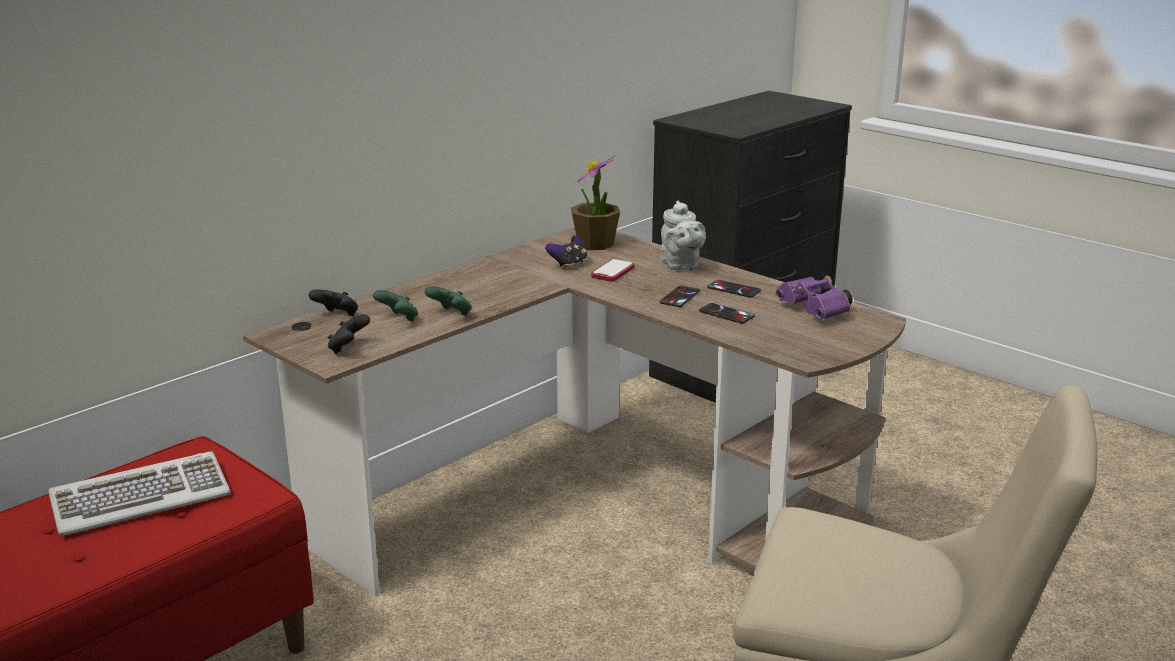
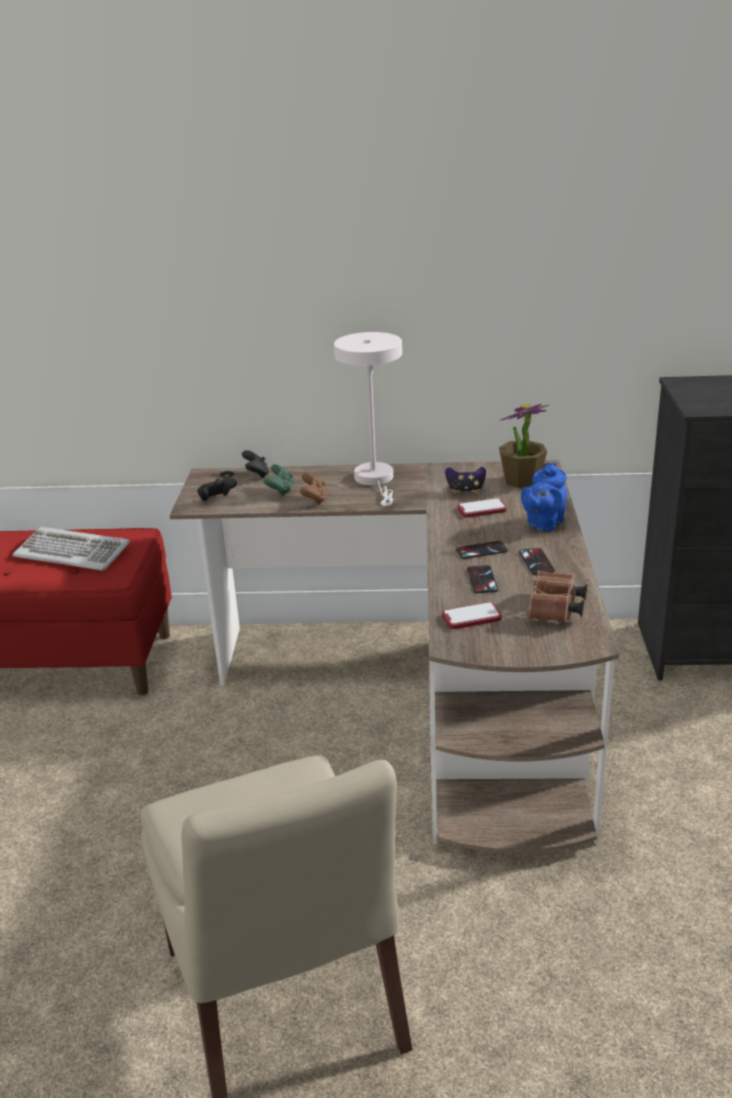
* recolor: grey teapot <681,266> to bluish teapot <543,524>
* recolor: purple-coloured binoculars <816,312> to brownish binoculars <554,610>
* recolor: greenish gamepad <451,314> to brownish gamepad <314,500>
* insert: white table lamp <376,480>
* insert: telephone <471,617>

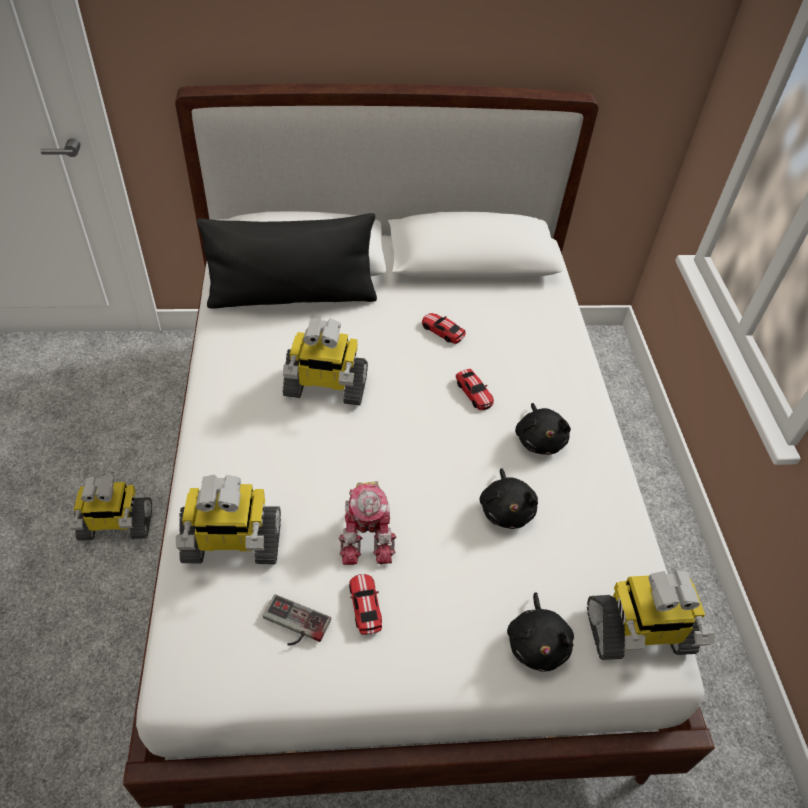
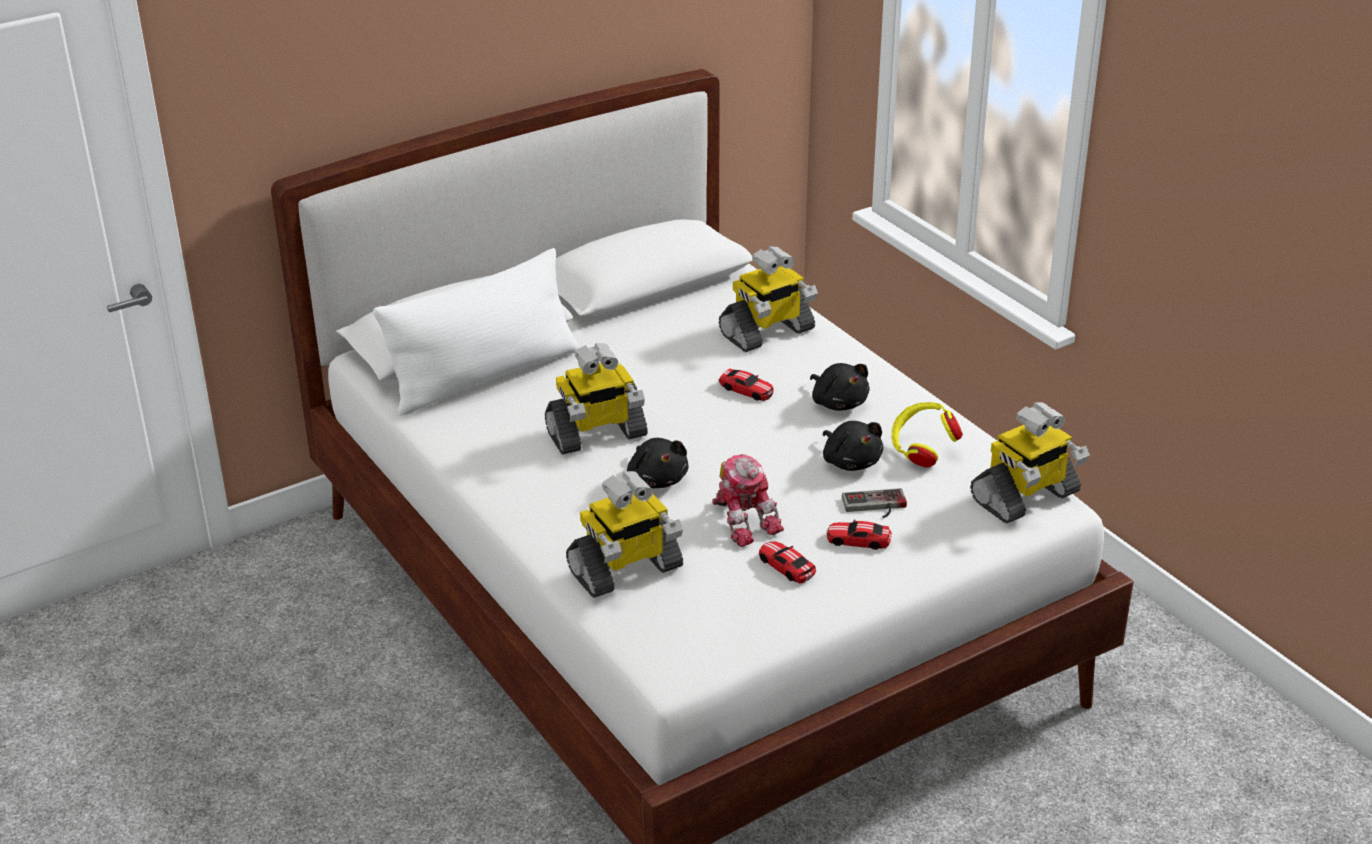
* recolor: blackish cushion <292,297> to white cushion <484,376>
* move: toy car <442,331> to <858,540>
* move: model robot <115,525> to <767,333>
* move: blackish soft toy <537,643> to <657,479>
* move: gamepad <293,625> to <875,507>
* insert: yellow-coloured pair of headphones <922,452>

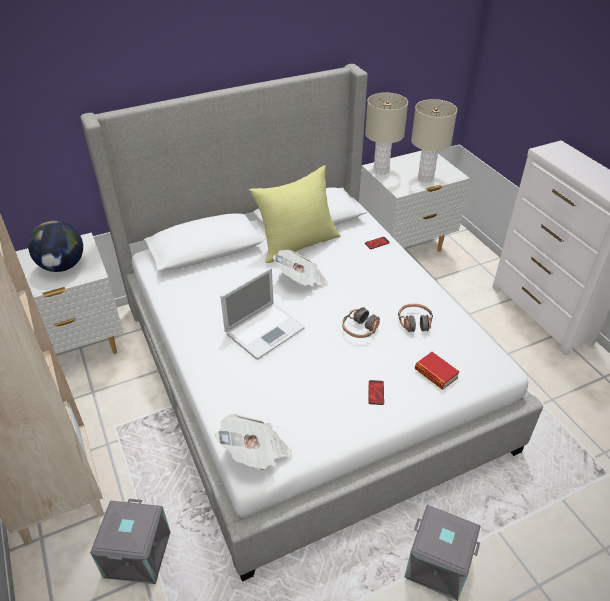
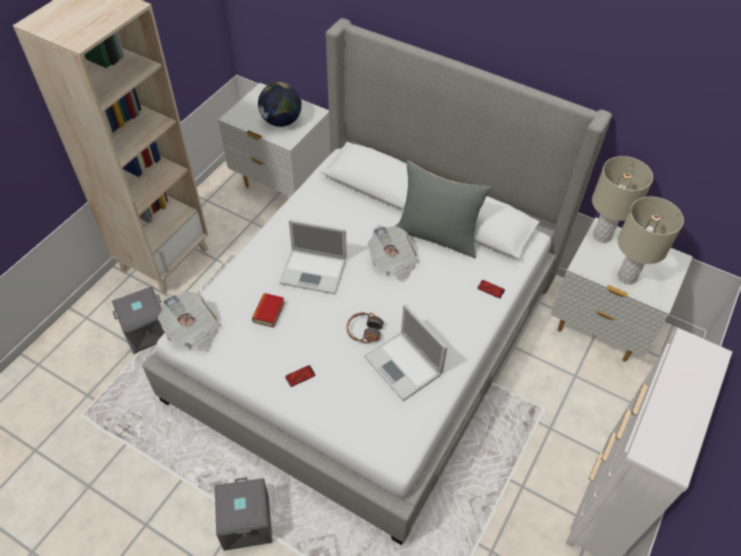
* recolor: yellow-coloured cushion <297,244> to grey cushion <438,235>
* replace: pair of headphones <414,322> to laptop <404,366>
* move: bound book <436,373> to <268,312>

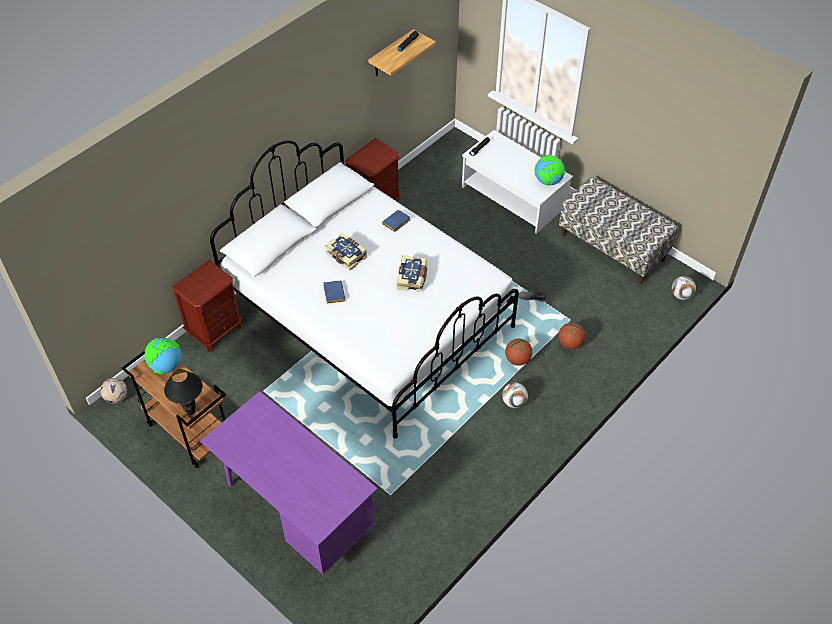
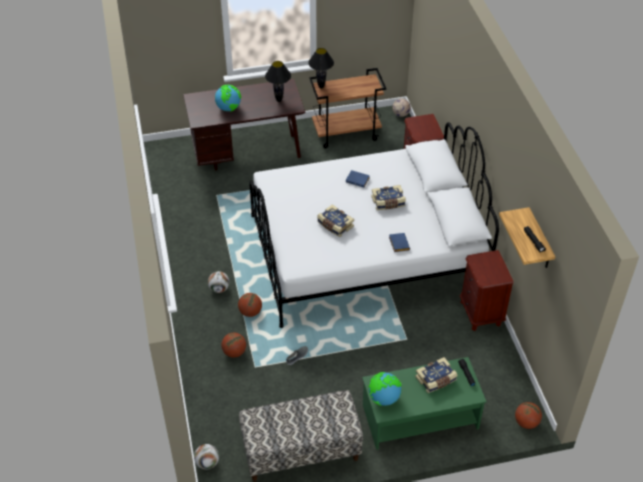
* recolor: white coffee table <513,196> to greenish coffee table <420,416>
* move: desk globe <166,366> to <229,108>
* recolor: purple-coloured desk <296,511> to brownish desk <247,153>
* insert: blackish table lamp <279,100>
* insert: bound book <436,380>
* insert: basketball ball <526,422>

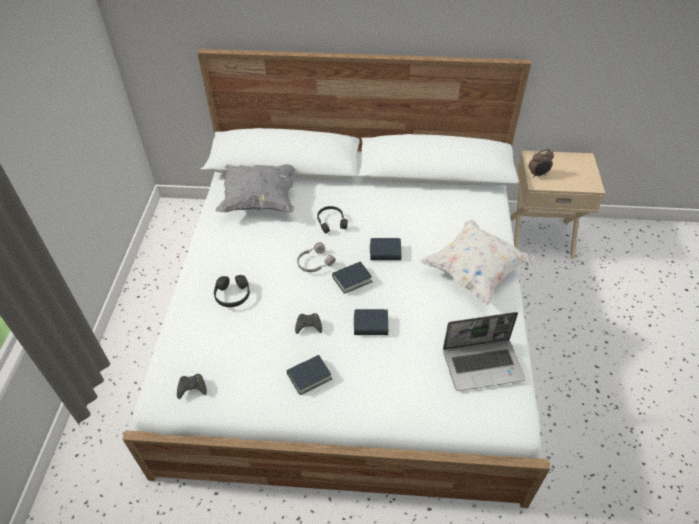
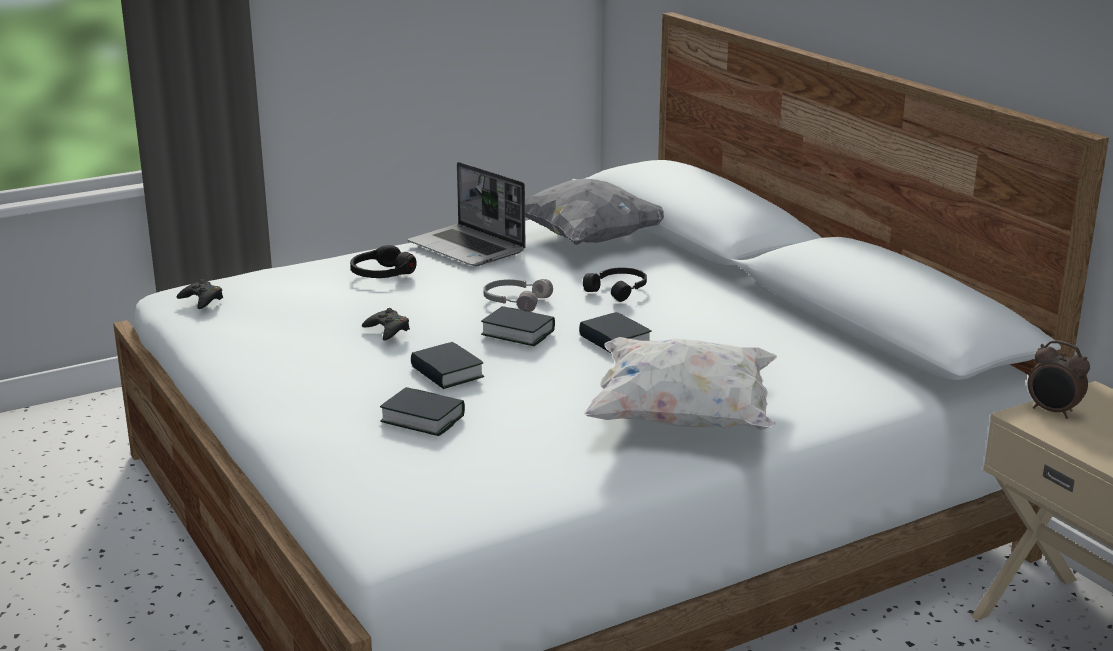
* move: laptop <483,364> to <468,248>
* move: bound book <309,376> to <422,419>

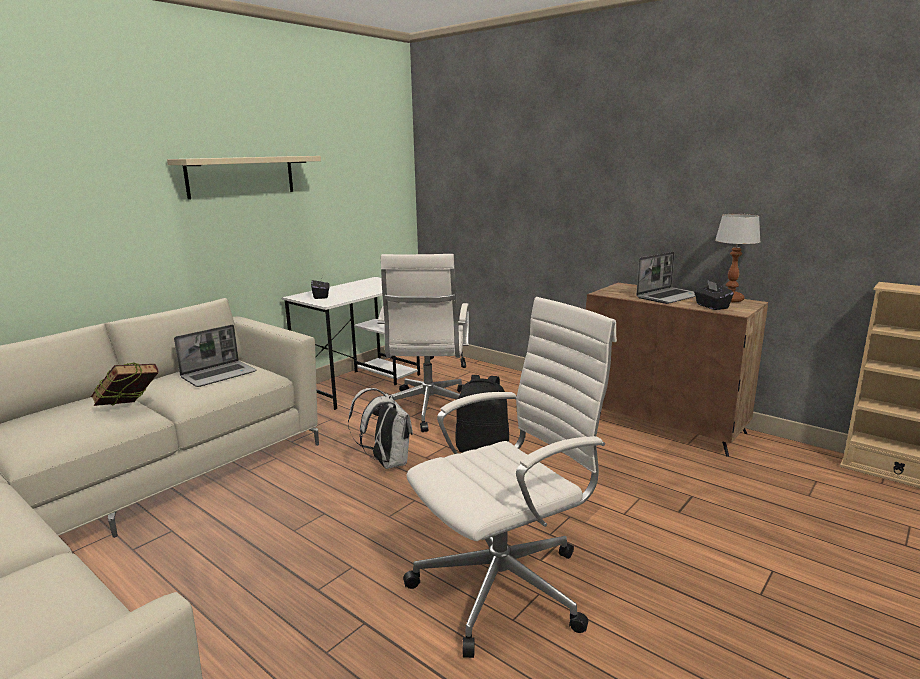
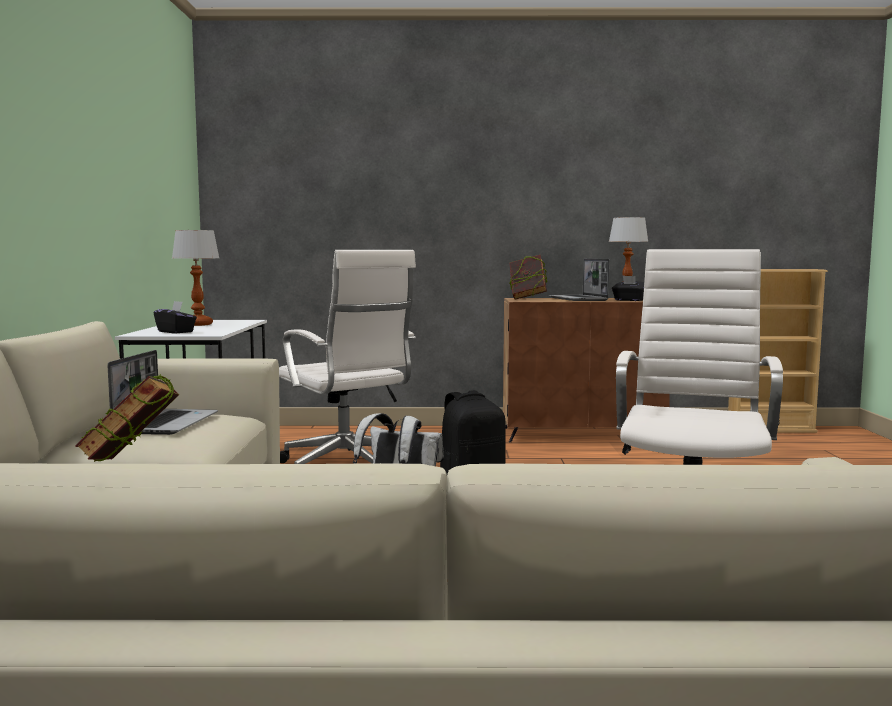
* delete: sand-coloured wall shelf <241,176>
* rotate: laptop <669,297> = <579,299> 150 degrees clockwise
* insert: table lamp <198,324>
* insert: bound book <527,299>

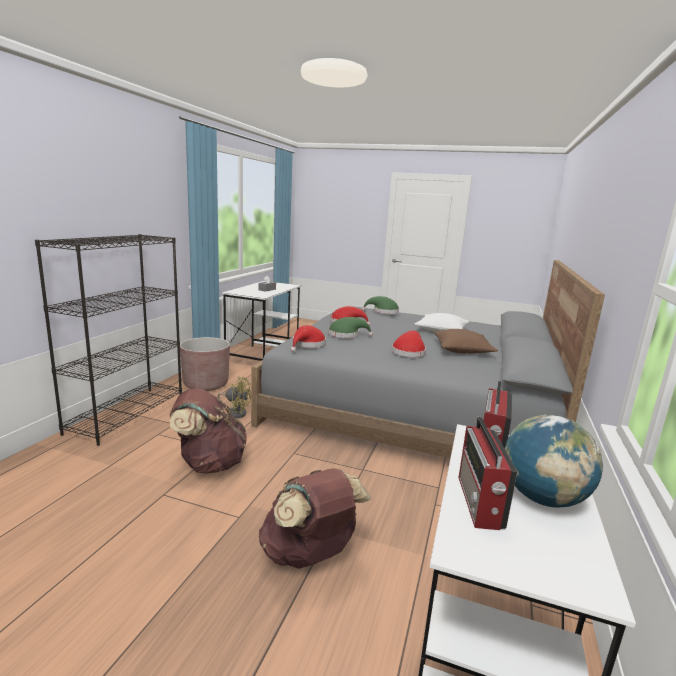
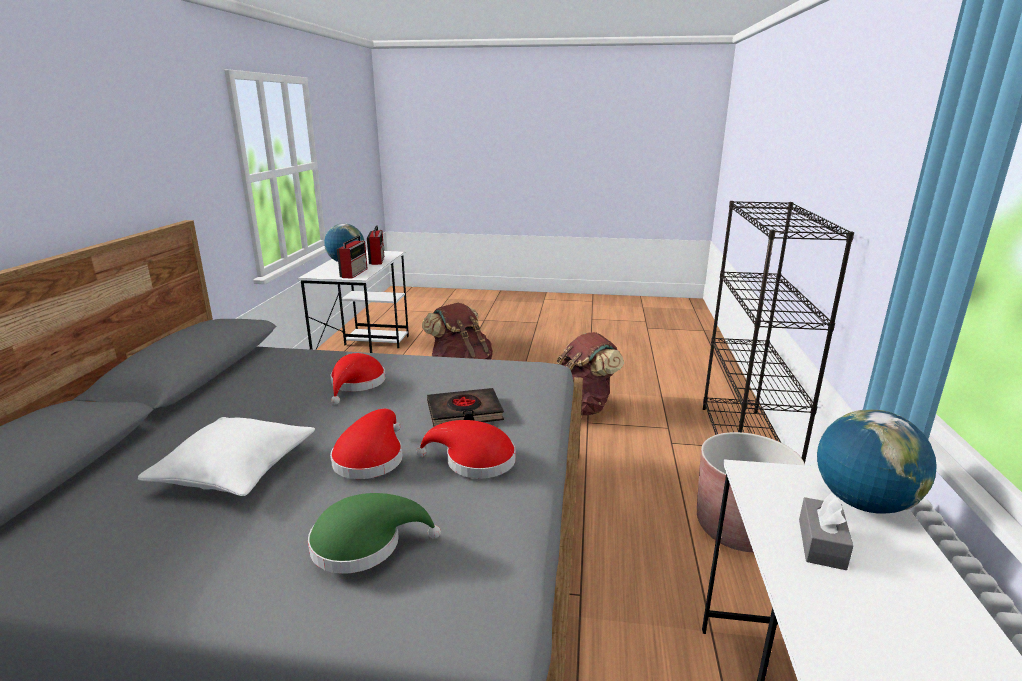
* replace: greenish hat <346,335> to blackish bound book <464,413>
* move: red hat <307,345> to <370,457>
* delete: brownish cushion <462,350>
* delete: yellow-coloured electric fan <235,412>
* insert: desk globe <862,503>

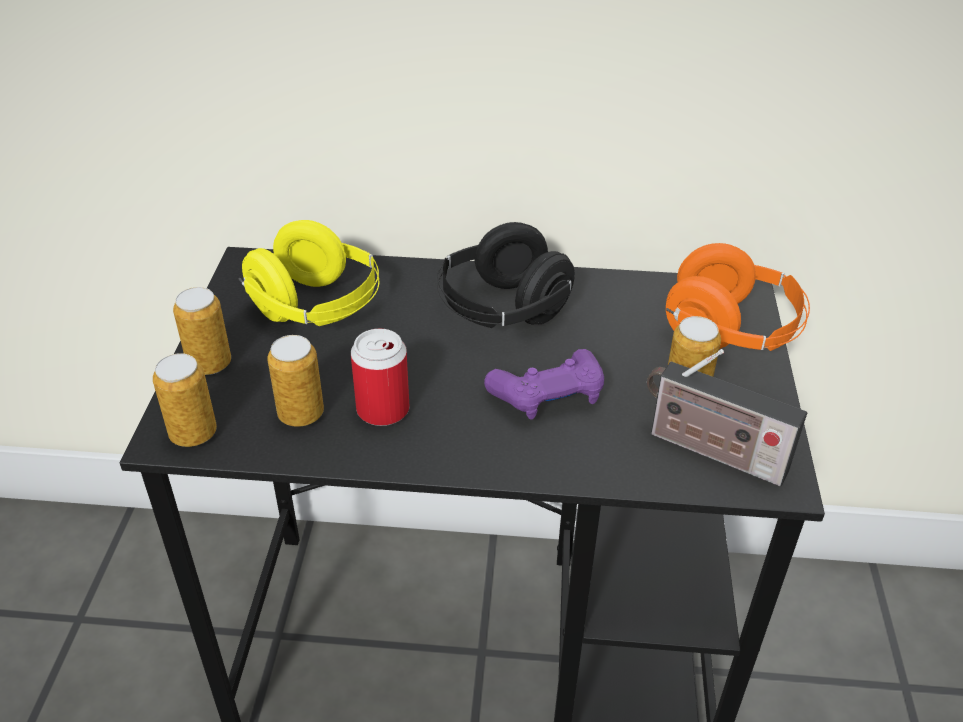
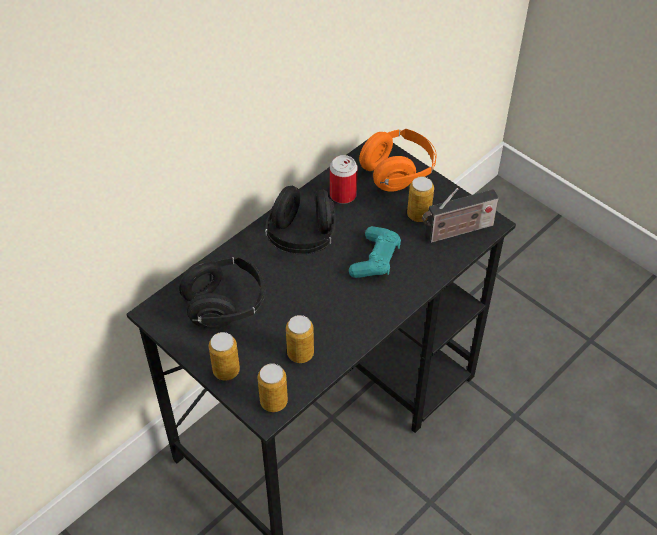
* recolor: yellow-coloured pair of headphones <316,308> to blackish pair of headphones <225,305>
* move: sealed can <383,409> to <343,195>
* recolor: purple-coloured gamepad <548,396> to blue-green gamepad <375,259>

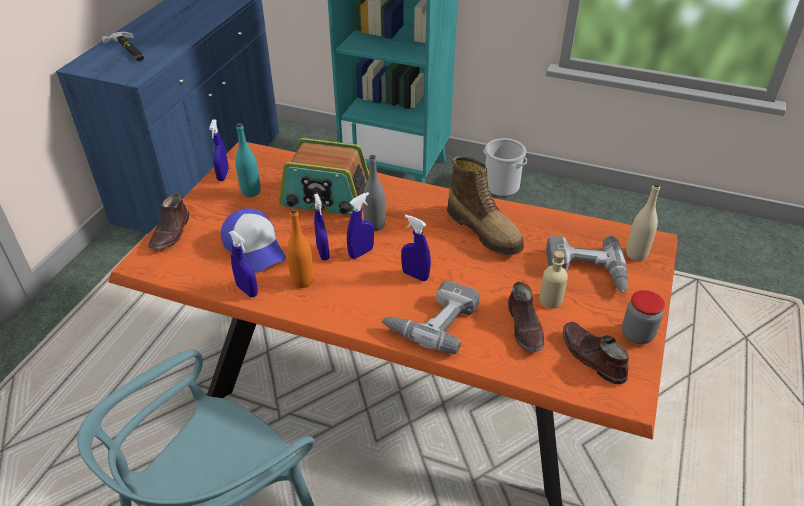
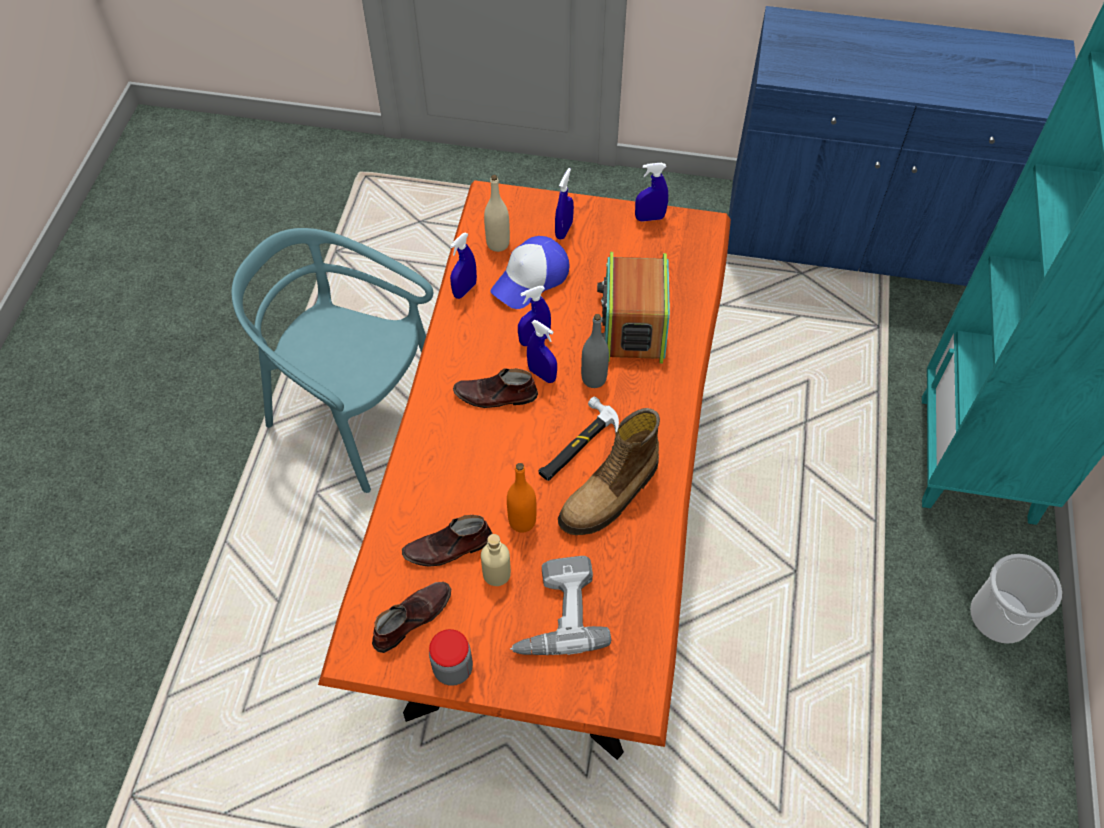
* move: tool hammer <128,50> to <577,445>
* delete: blue-green drink bottle <251,191>
* move: sand-coloured drink bottle <636,254> to <498,244>
* move: brownish low shoe <171,232> to <495,396>
* move: orange-coloured drink bottle <302,281> to <522,521>
* move: bluish sprayer <415,275> to <564,230>
* delete: drill <432,320>

